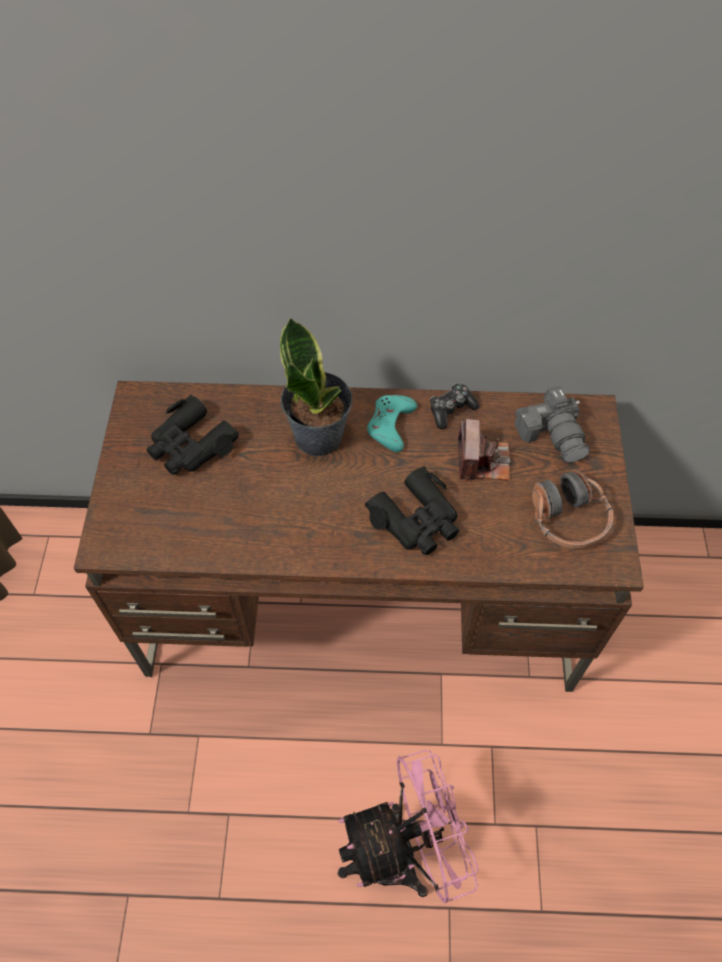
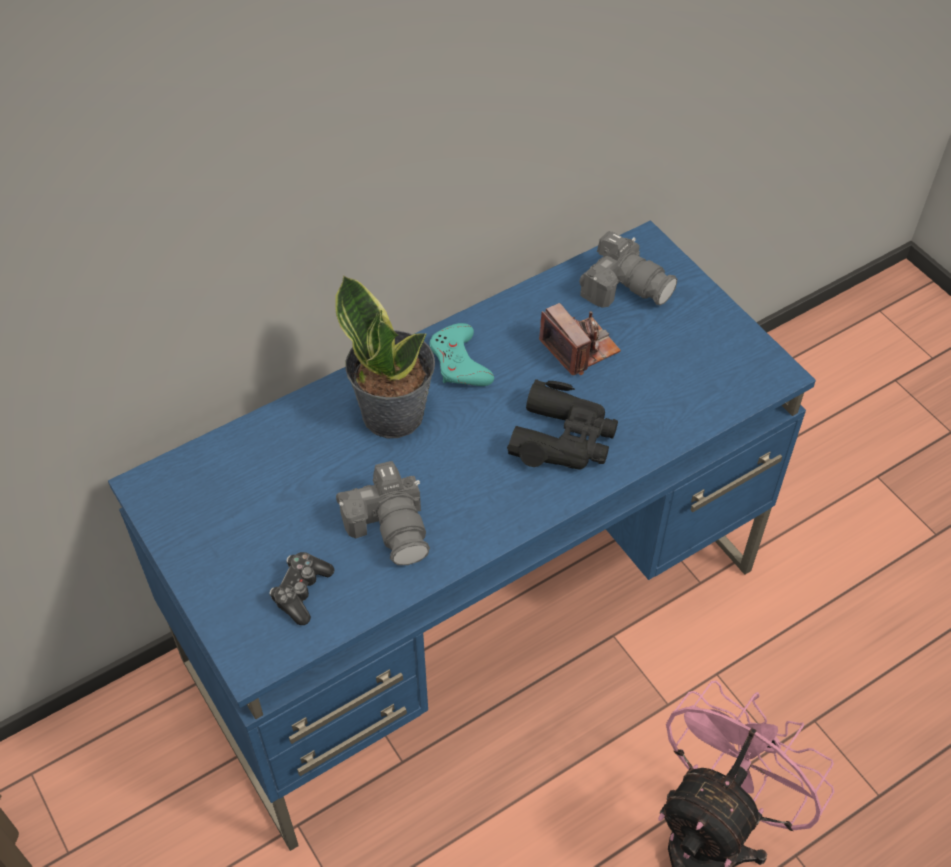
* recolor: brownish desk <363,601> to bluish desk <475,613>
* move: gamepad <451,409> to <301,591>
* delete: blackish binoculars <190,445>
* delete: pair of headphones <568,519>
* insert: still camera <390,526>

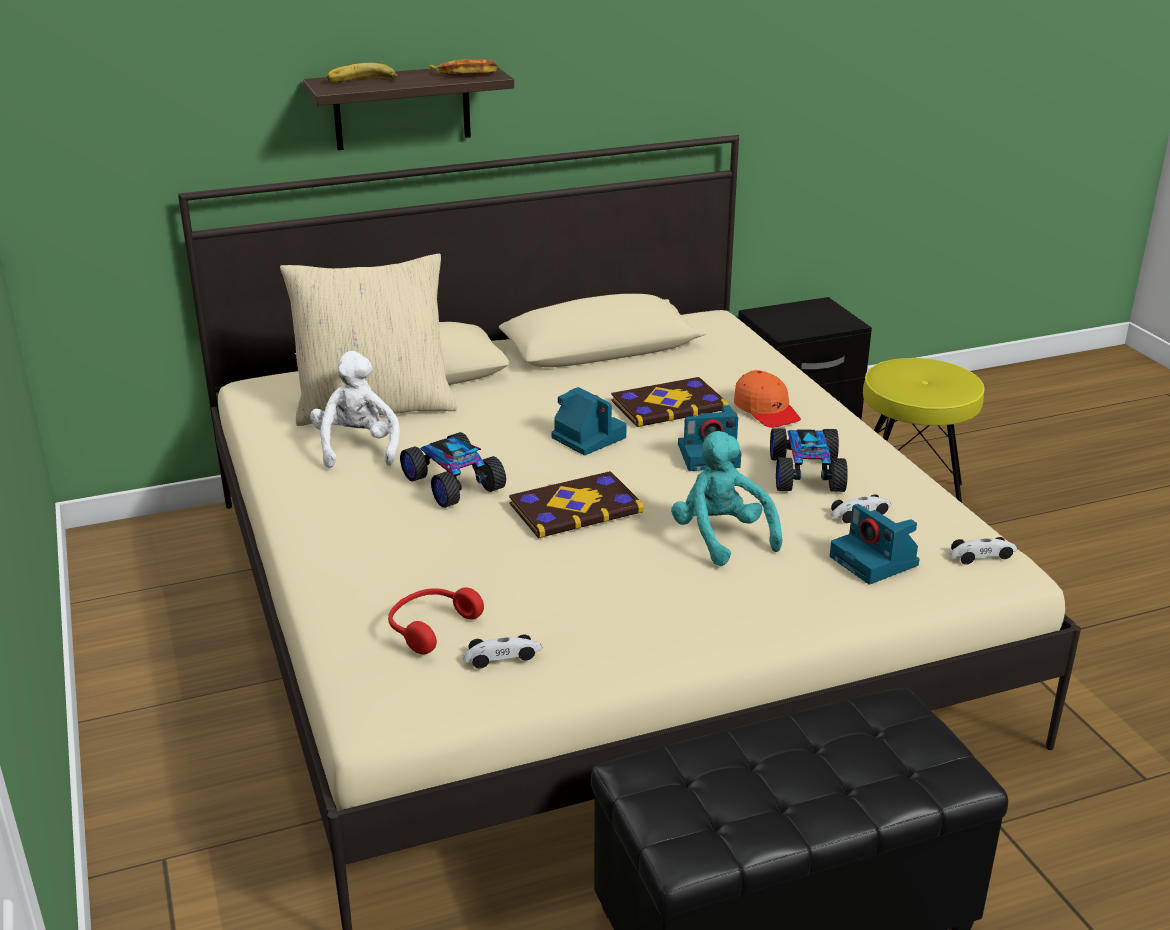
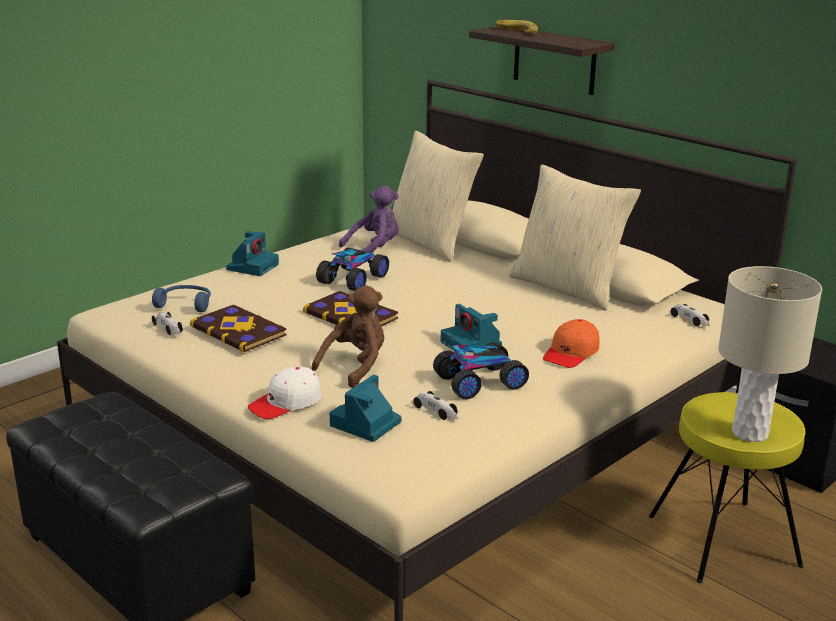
* delete: whole banana <464,73>
* recolor: white soft toy <357,448> to purple-coloured soft toy <374,249>
* move: bound book <668,405> to <239,331>
* move: still camera <587,437> to <253,266>
* recolor: blue-green soft toy <721,537> to brownish soft toy <356,366>
* move: toy car <982,556> to <690,320>
* recolor: red pair of headphones <430,627> to bluish pair of headphones <186,304>
* insert: sand-coloured cushion <568,288>
* insert: sand-coloured table lamp <749,433>
* insert: white peaked cap <286,403>

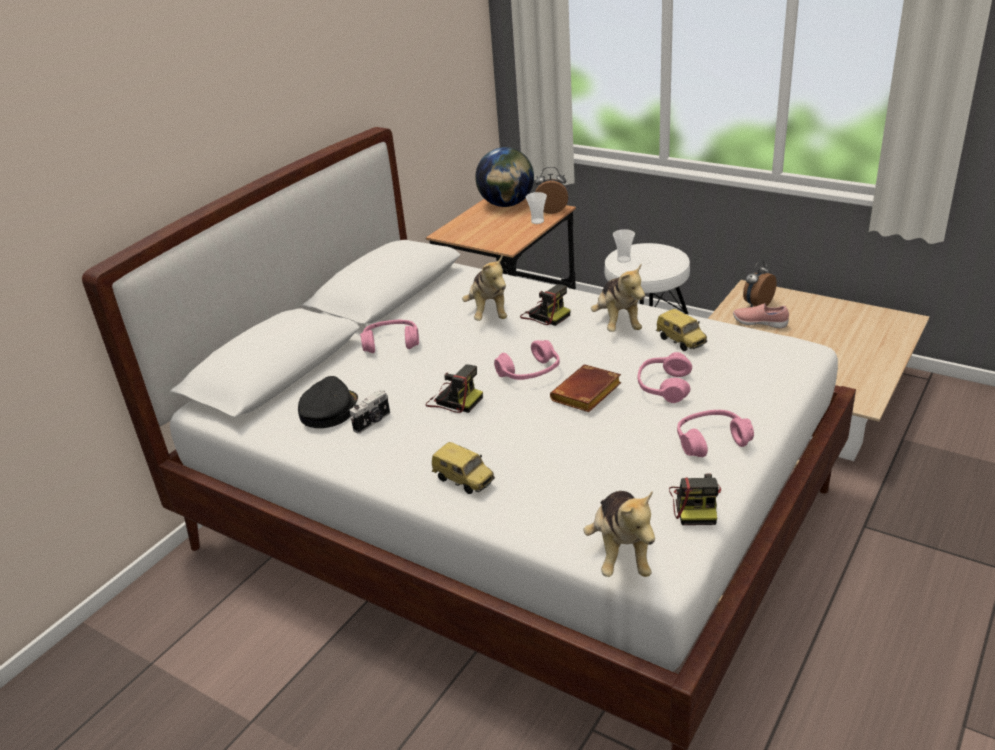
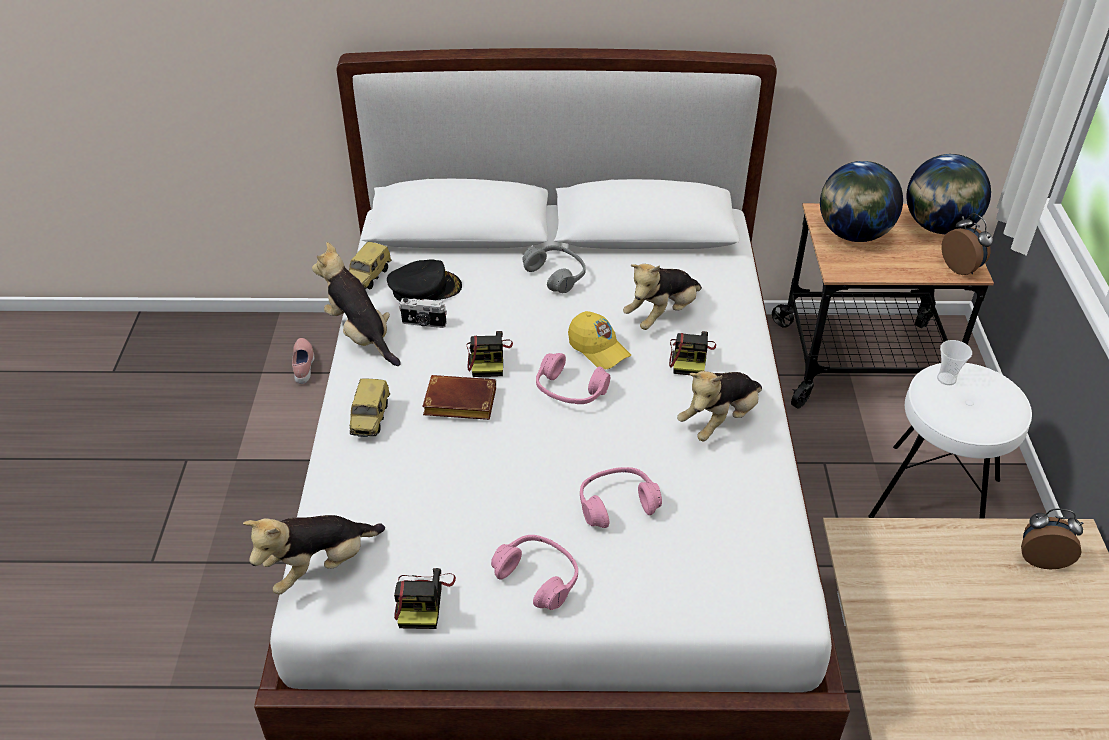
* delete: cup <537,221>
* move: pink low shoe <759,323> to <304,366>
* move: toy car <682,342> to <369,278>
* recolor: pink pair of headphones <391,343> to grey pair of headphones <556,275>
* move: brownish bound book <587,395> to <458,404>
* rotate: still camera <696,504> = <423,600> 60 degrees counterclockwise
* insert: desk globe <853,234>
* insert: soft toy <361,335>
* insert: yellow-coloured peaked cap <598,349>

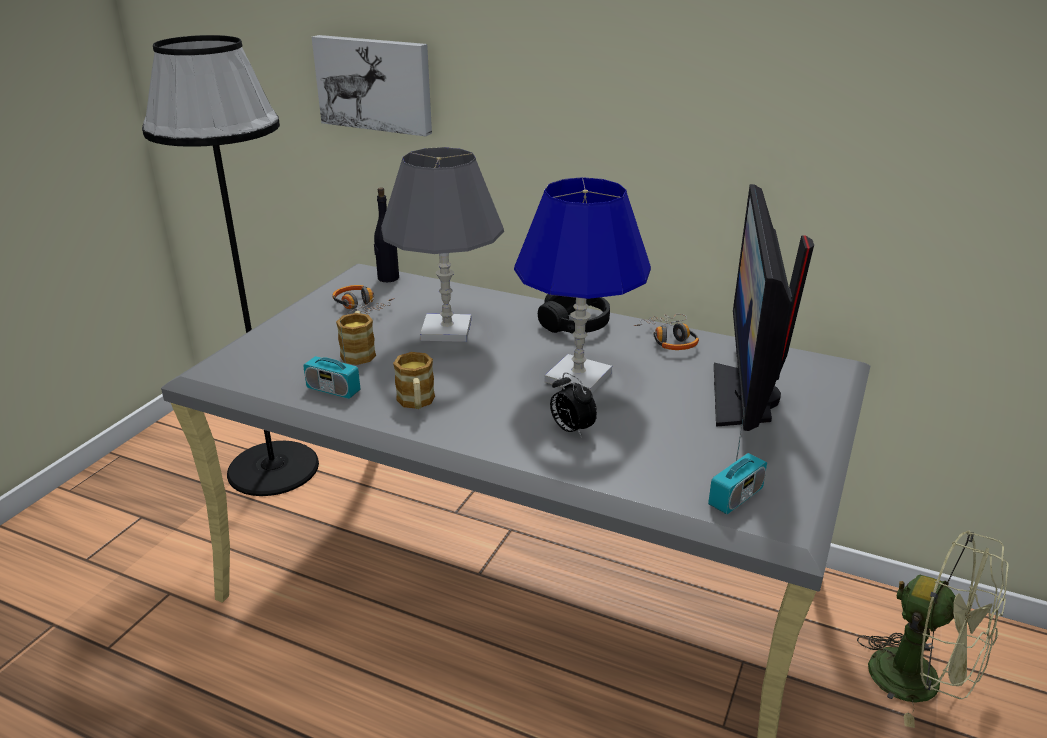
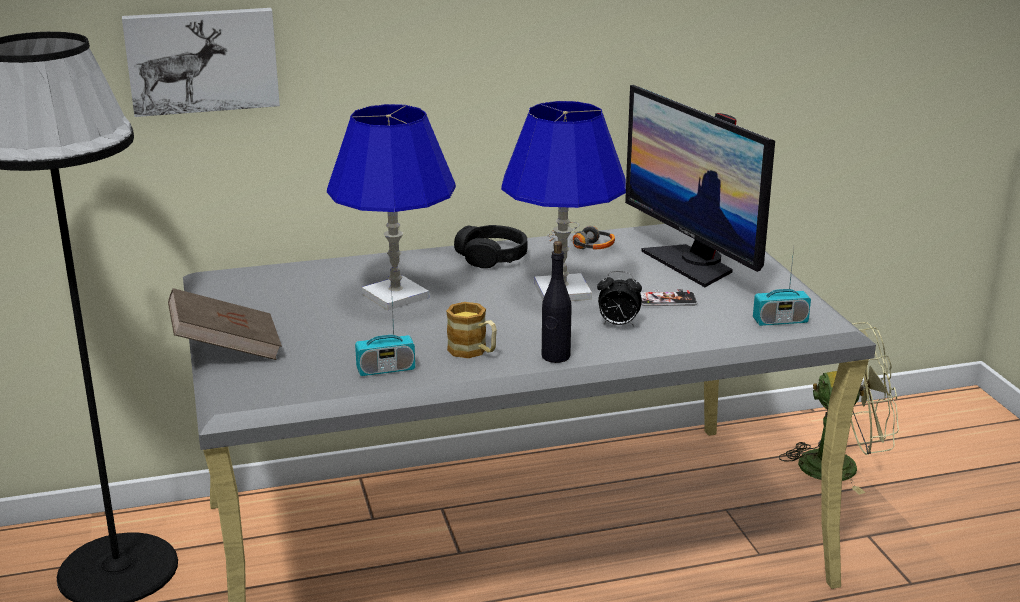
* recolor: grey table lamp <447,330> to bluish table lamp <395,295>
* move: blackish drink bottle <388,278> to <555,356>
* delete: pair of headphones <360,307>
* delete: mug <358,352>
* rotate: radio receiver <735,497> = <780,321> 75 degrees clockwise
* insert: brownish bound book <226,348>
* insert: telephone <667,300>

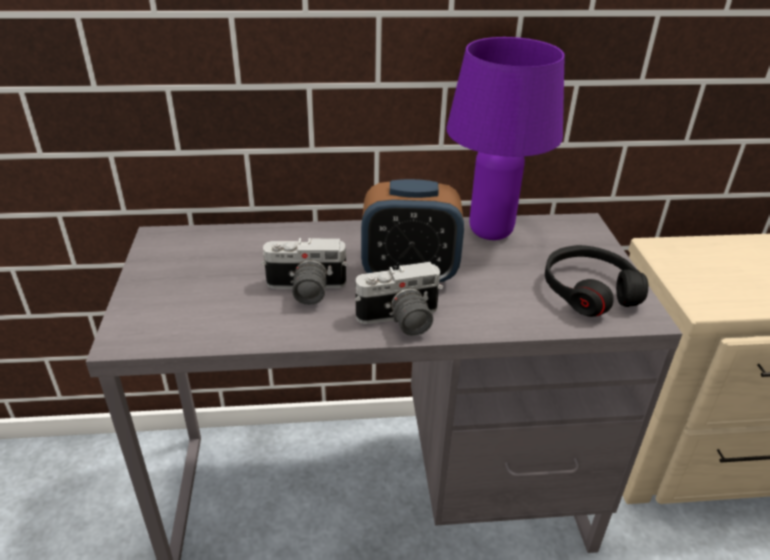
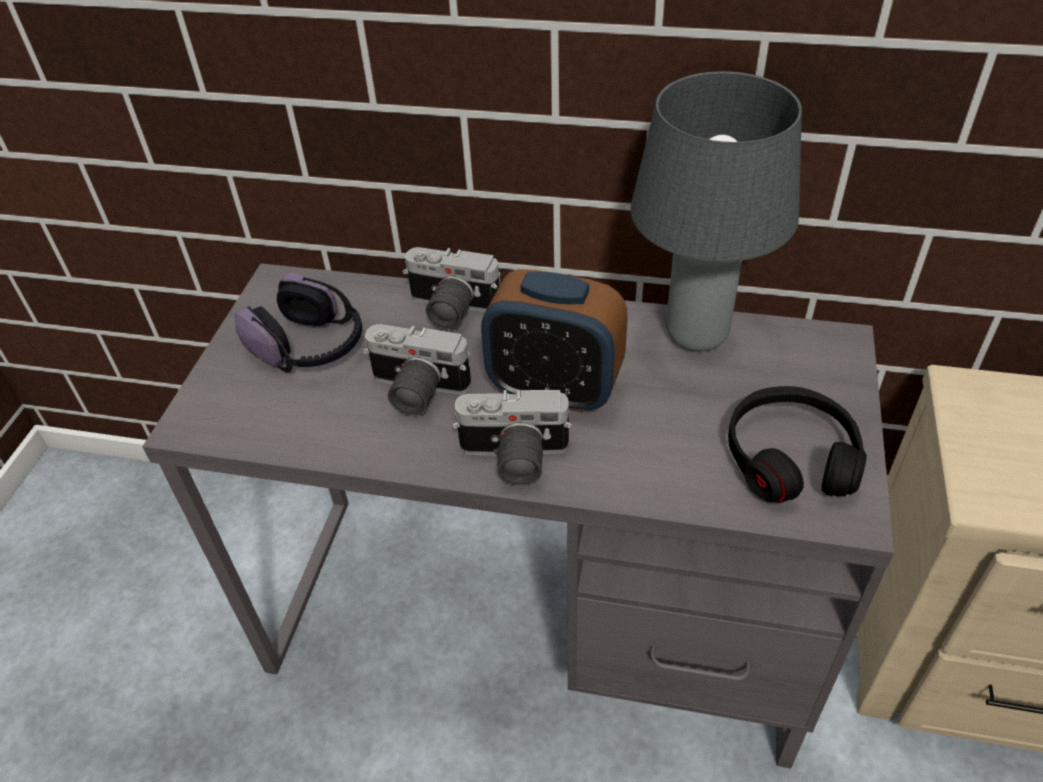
* recolor: purple-coloured table lamp <489,230> to grey table lamp <696,334>
* insert: still camera <449,310>
* insert: pair of headphones <310,347>

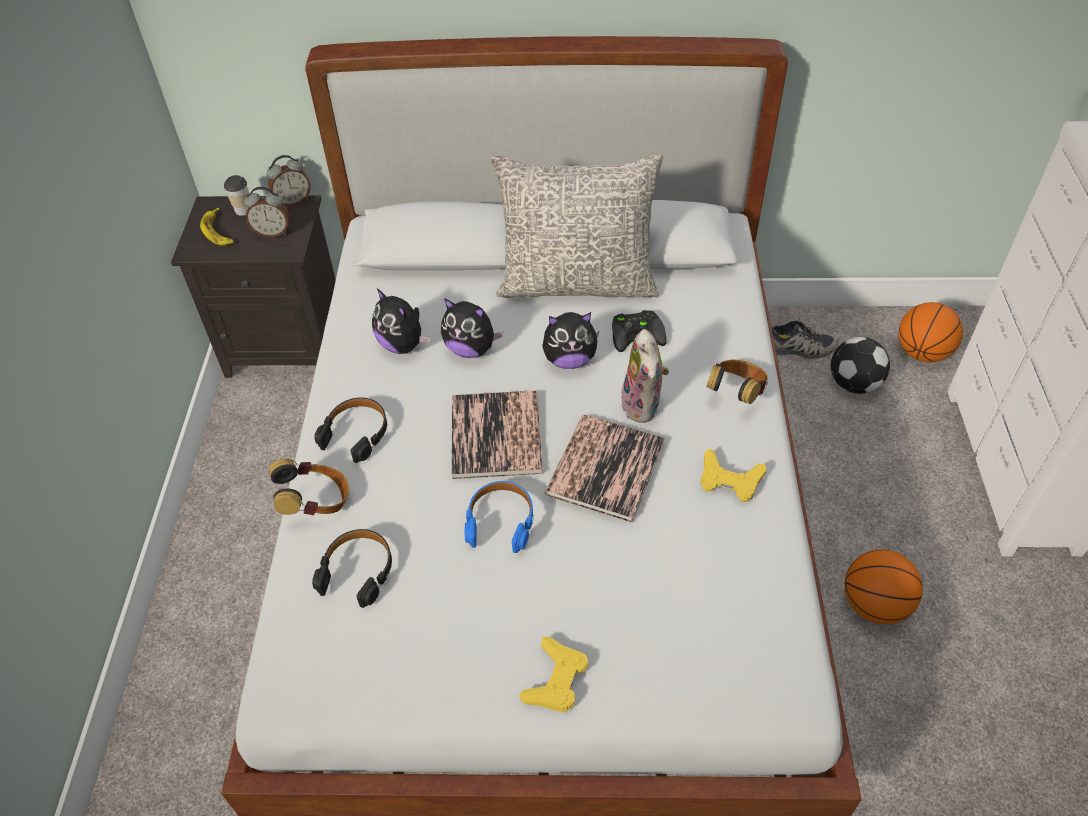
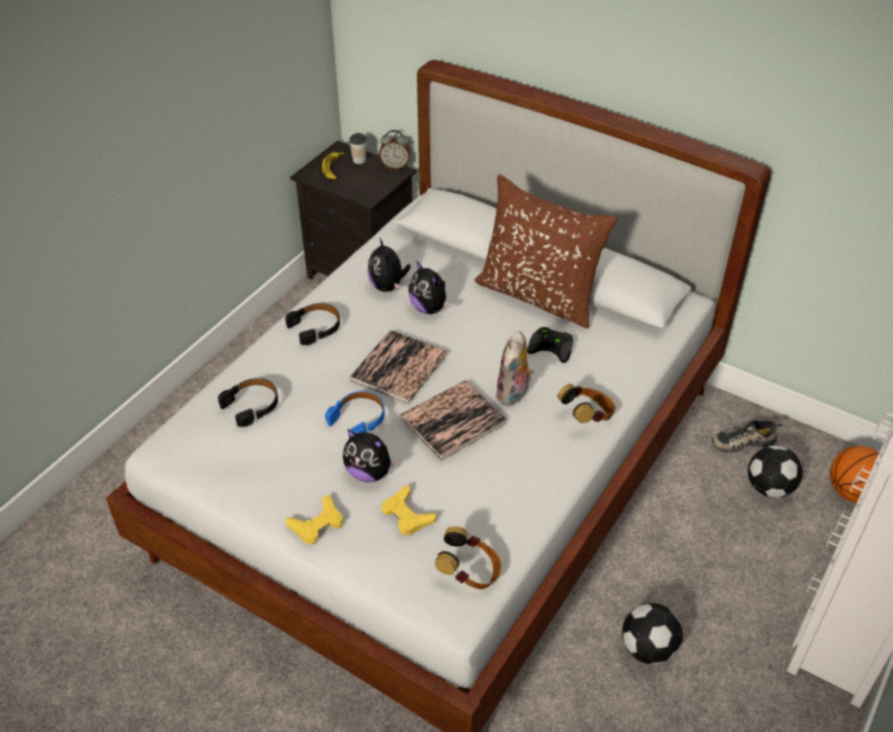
* recolor: grey cushion <577,282> to brownish cushion <539,295>
* delete: table clock <272,233>
* move: soft toy <569,359> to <369,472>
* rotate: low shoe <797,348> = <743,440> 135 degrees clockwise
* move: yellow-coloured gamepad <729,480> to <407,515>
* move: pair of headphones <316,503> to <470,573>
* replace: basketball ball <874,604> to football <648,648>

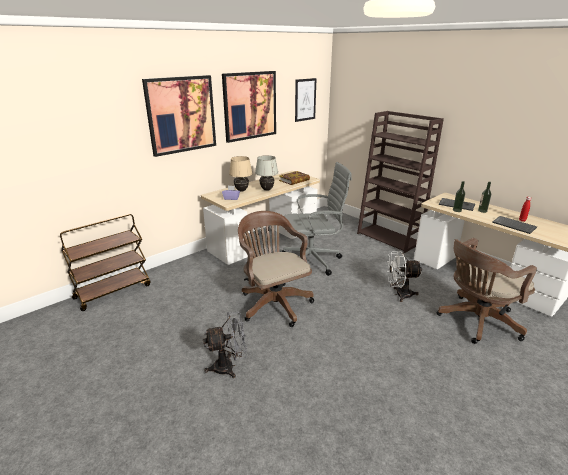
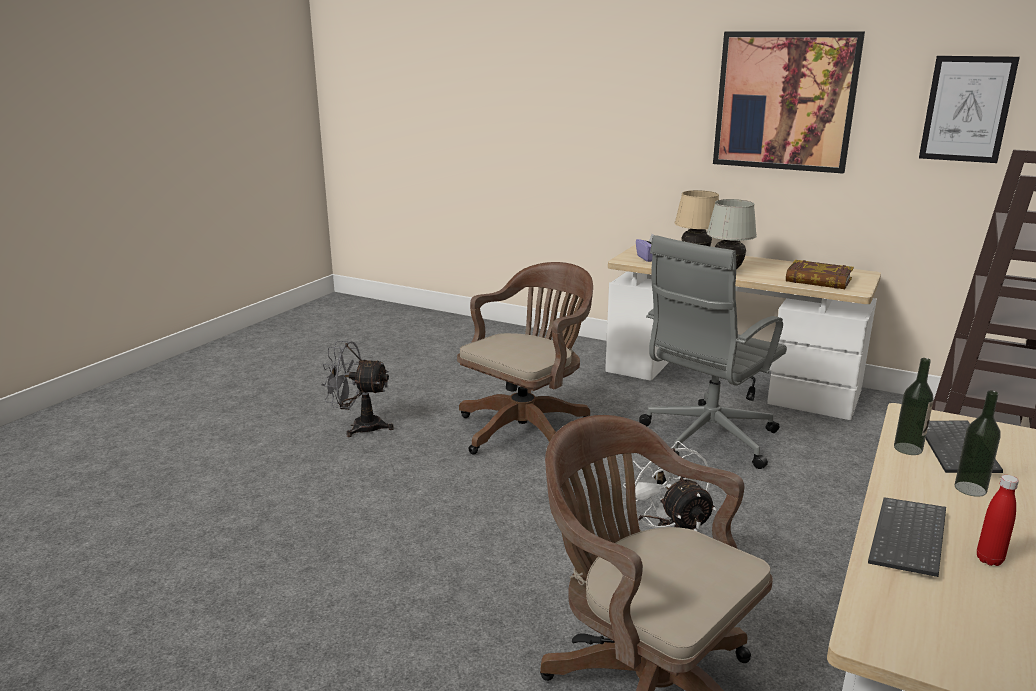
* delete: picture <181,115>
* rotate: grey office chair <313,261> = <706,439> 75 degrees clockwise
* delete: brownish cart <113,291>
* rotate: grey electric fan <229,367> = <359,426> 135 degrees clockwise

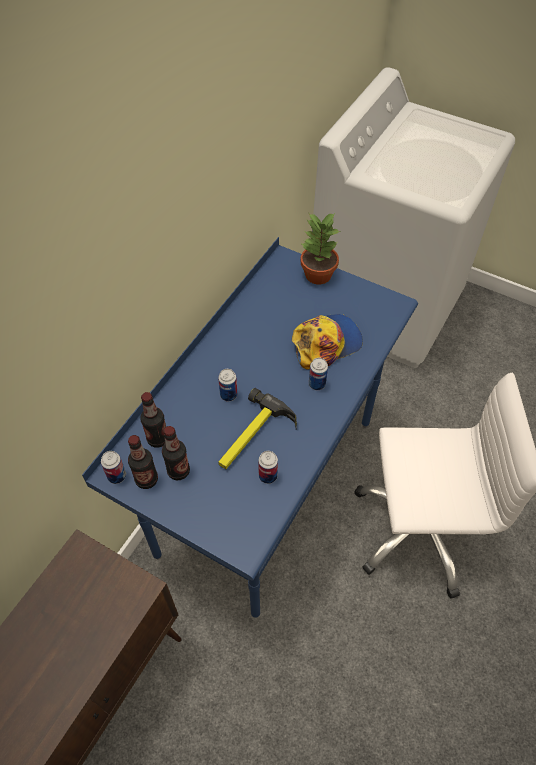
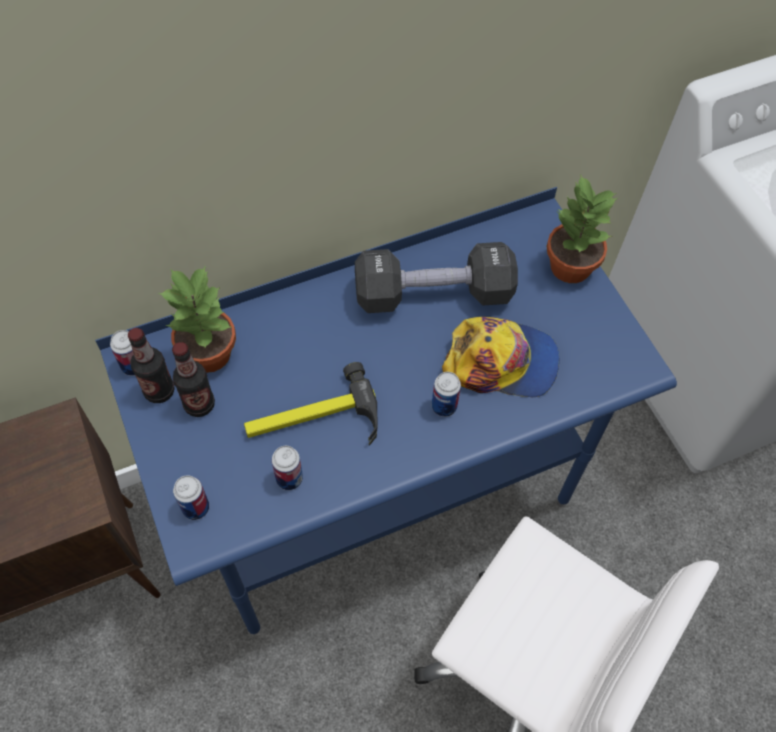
* move: sealed can <228,395> to <196,508>
* replace: drink bottle <158,439> to houseplant <209,352>
* insert: blackish dumbbell <433,294>

